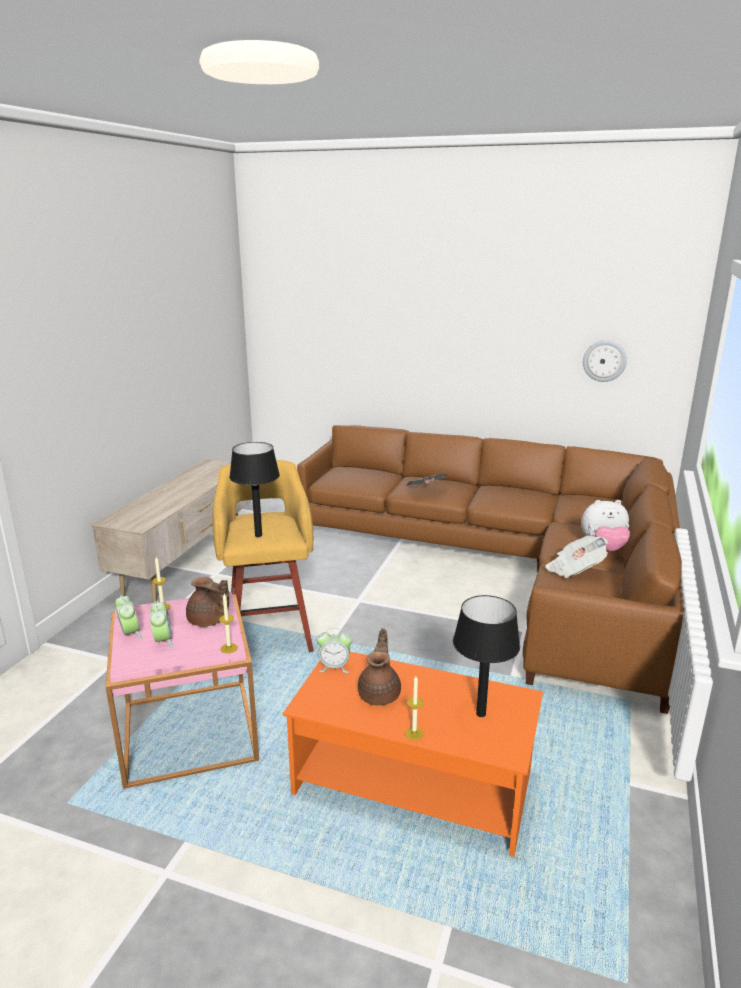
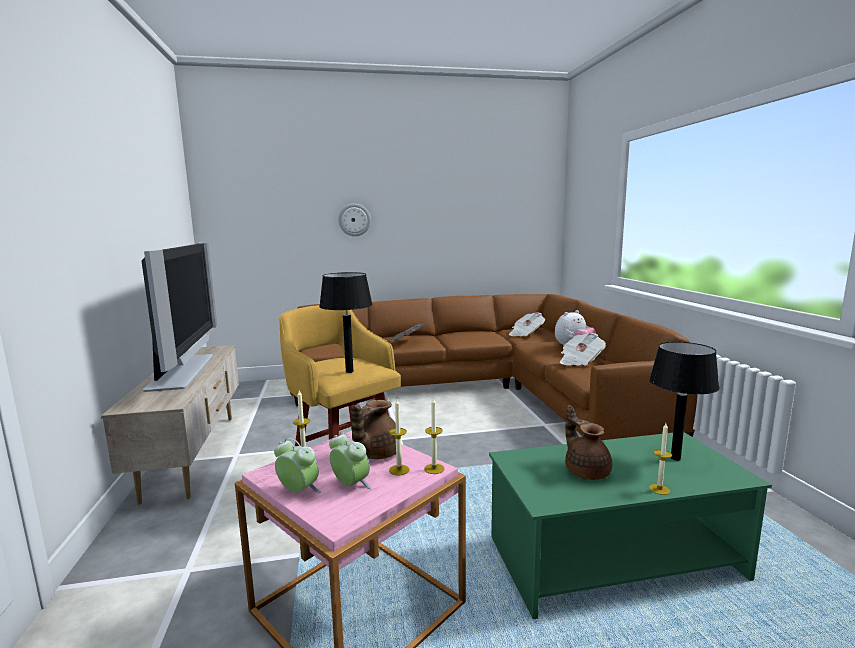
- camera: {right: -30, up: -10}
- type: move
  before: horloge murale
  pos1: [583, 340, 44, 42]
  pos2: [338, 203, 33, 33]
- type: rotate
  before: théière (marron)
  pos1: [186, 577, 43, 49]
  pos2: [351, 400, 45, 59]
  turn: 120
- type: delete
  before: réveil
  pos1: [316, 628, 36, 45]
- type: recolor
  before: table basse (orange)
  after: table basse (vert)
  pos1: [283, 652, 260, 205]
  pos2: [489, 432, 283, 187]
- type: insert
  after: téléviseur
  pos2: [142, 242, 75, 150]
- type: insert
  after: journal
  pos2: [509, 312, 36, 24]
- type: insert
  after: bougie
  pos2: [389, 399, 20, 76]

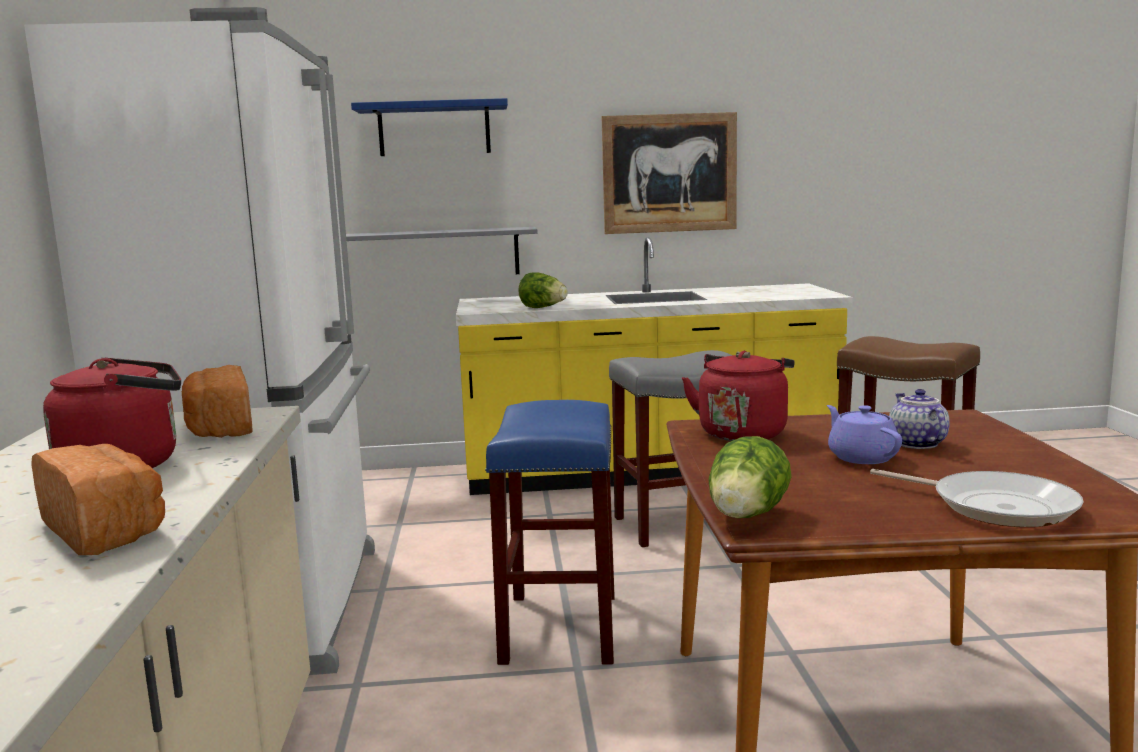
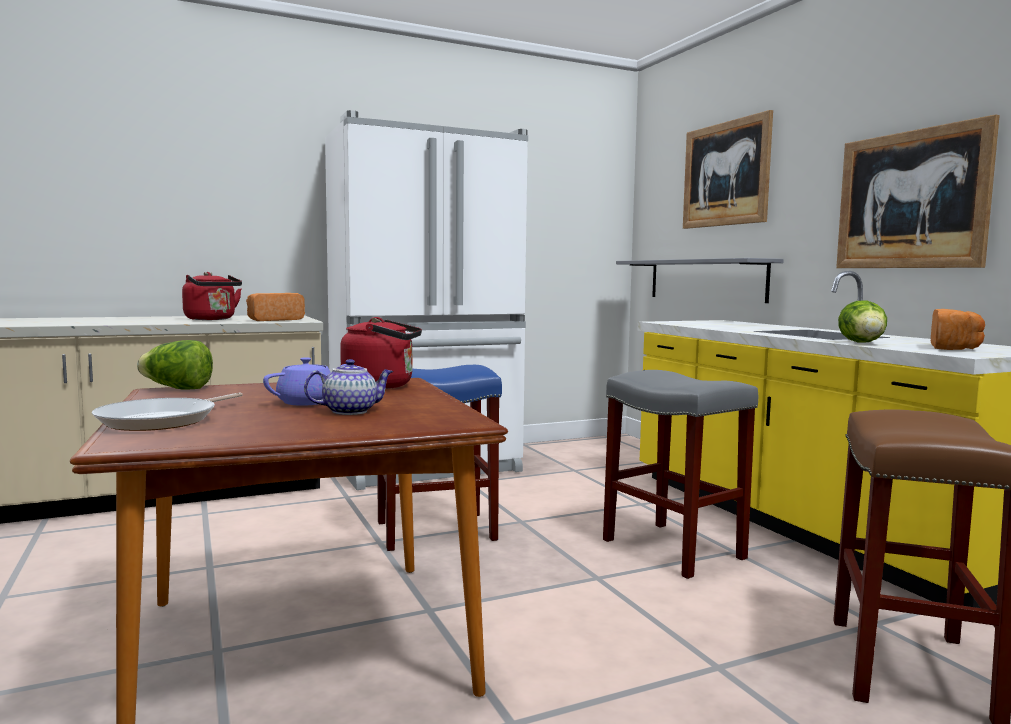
- camera: {right: 70, up: -5}
- type: replace
  before: étagère (bleu)
  after: tableau
  pos1: [351, 98, 157, 58]
  pos2: [683, 110, 90, 119]
- type: move
  before: laitue
  pos1: [518, 272, 50, 36]
  pos2: [838, 300, 49, 43]
- type: move
  before: pain
  pos1: [31, 444, 134, 111]
  pos2: [931, 309, 54, 41]

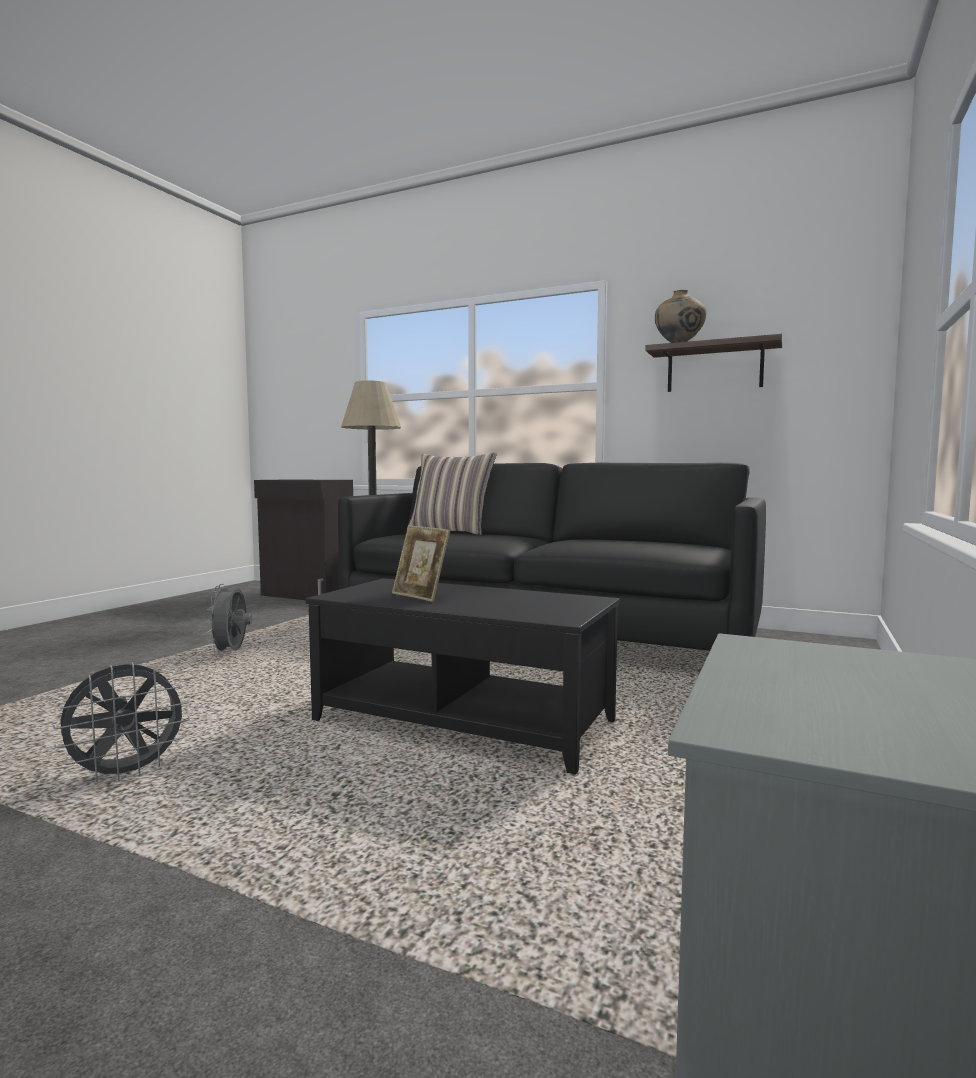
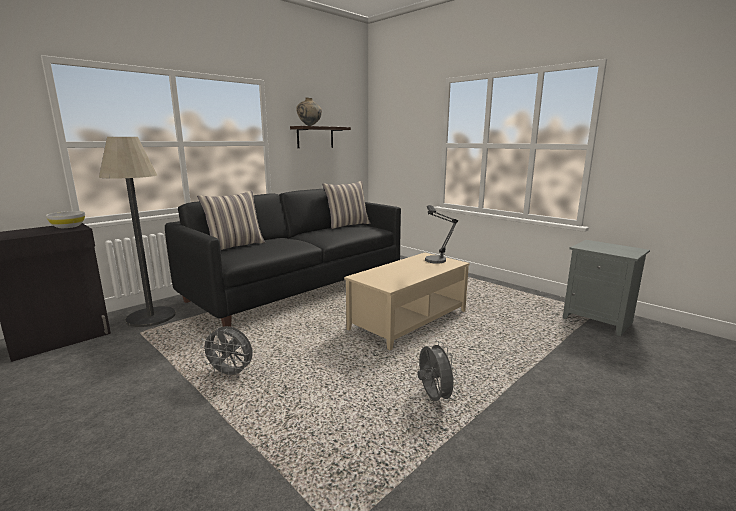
- camera: {right: -70, up: 10}
- type: delete
  before: cadre photo
  pos1: [392, 525, 58, 77]
- type: recolor
  before: table basse (noir)
  after: table basse (beige)
  pos1: [305, 578, 315, 196]
  pos2: [344, 253, 126, 97]
- type: insert
  after: coussin
  pos2: [322, 181, 49, 48]
- type: insert
  after: lampe de table
  pos2: [425, 205, 33, 59]
- type: insert
  after: bol (blanc)
  pos2: [46, 211, 39, 17]

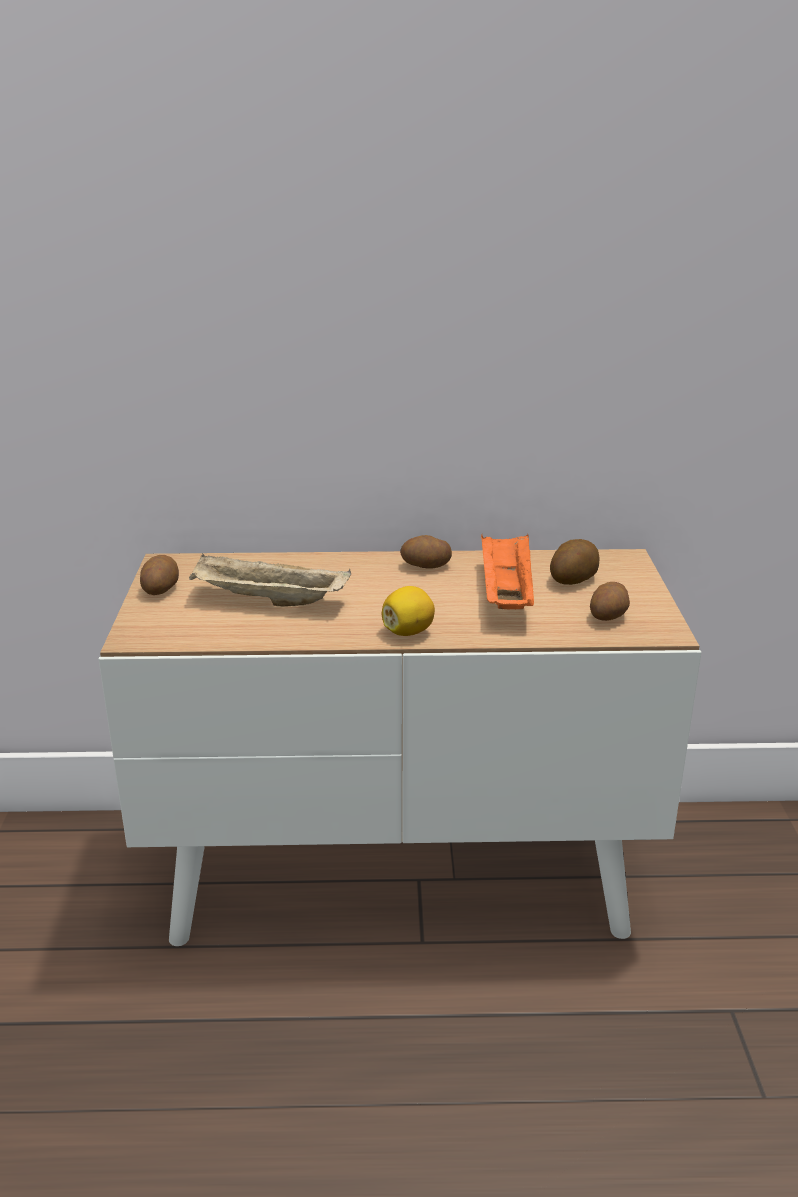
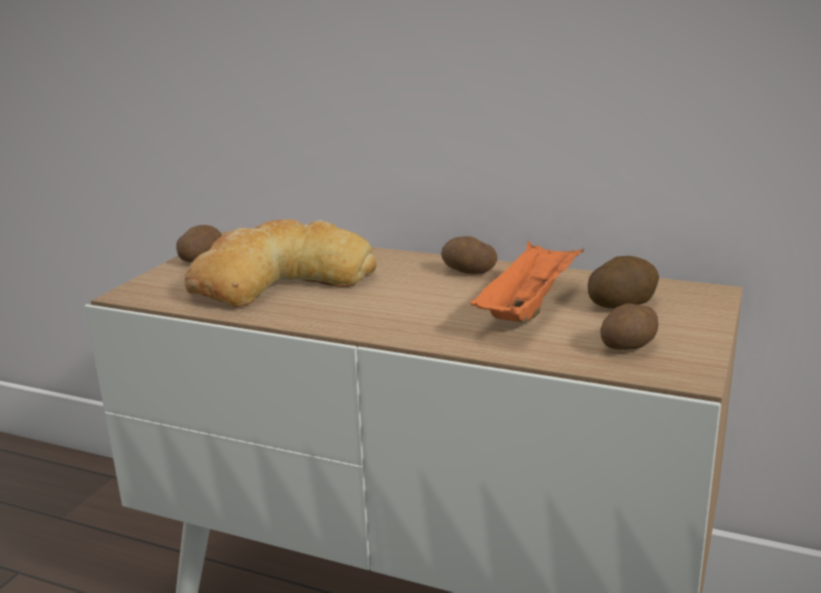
- camera: {right: 25, up: -5}
- type: replace
  before: plateau (beige)
  after: pain
  pos1: [189, 554, 162, 53]
  pos2: [185, 219, 192, 88]
- type: delete
  before: citron
  pos1: [382, 586, 53, 50]

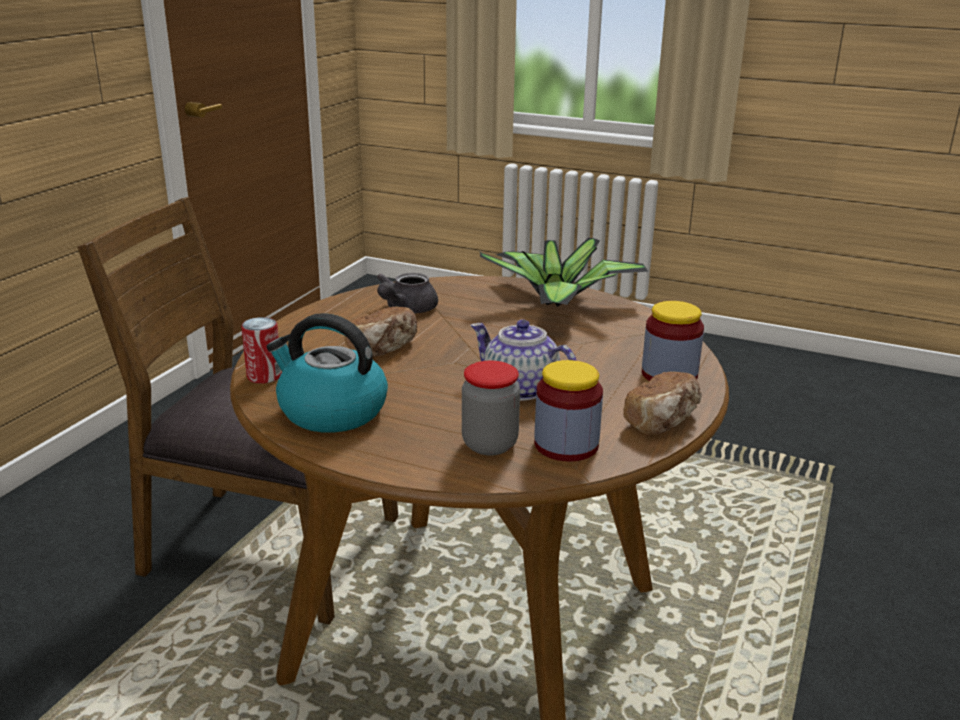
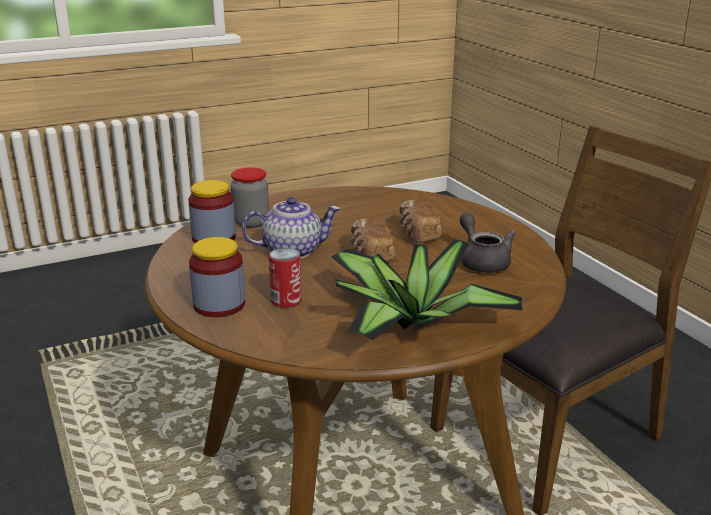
- camera: {right: 130, up: 0}
- type: delete
  before: bouilloire
  pos1: [267, 313, 121, 120]
- type: move
  before: boîte métallique
  pos1: [241, 317, 41, 67]
  pos2: [269, 248, 33, 60]
- type: move
  before: pain
  pos1: [623, 372, 79, 62]
  pos2: [351, 219, 44, 43]

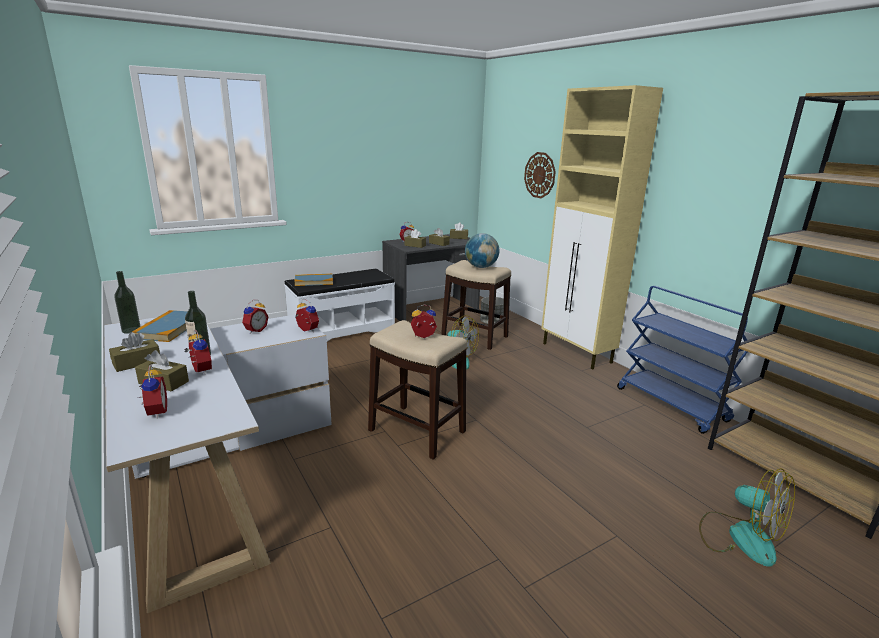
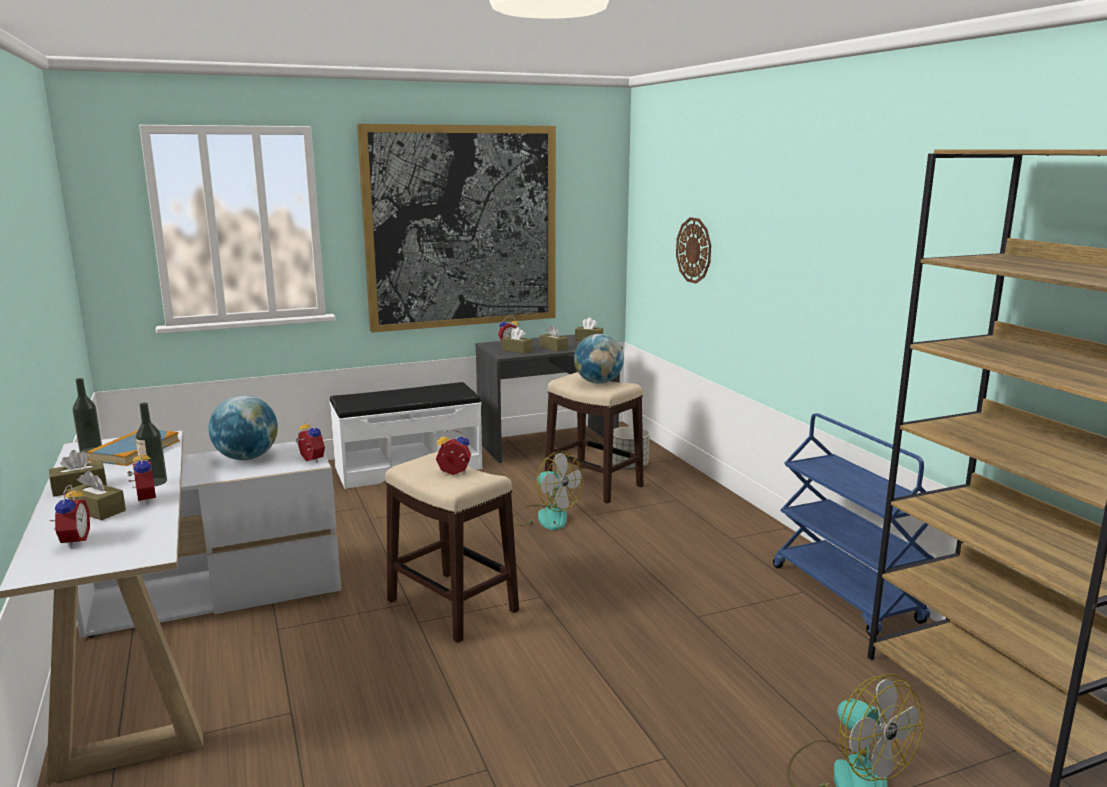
- camera: {right: 10, up: -5}
- type: delete
  before: meuble de rangement (beige)
  pos1: [541, 85, 122, 284]
- type: delete
  before: livre
  pos1: [294, 274, 39, 12]
- type: replace
  before: réveil
  after: globe
  pos1: [242, 300, 26, 34]
  pos2: [208, 395, 70, 65]
- type: insert
  after: tableau
  pos2: [357, 124, 199, 208]

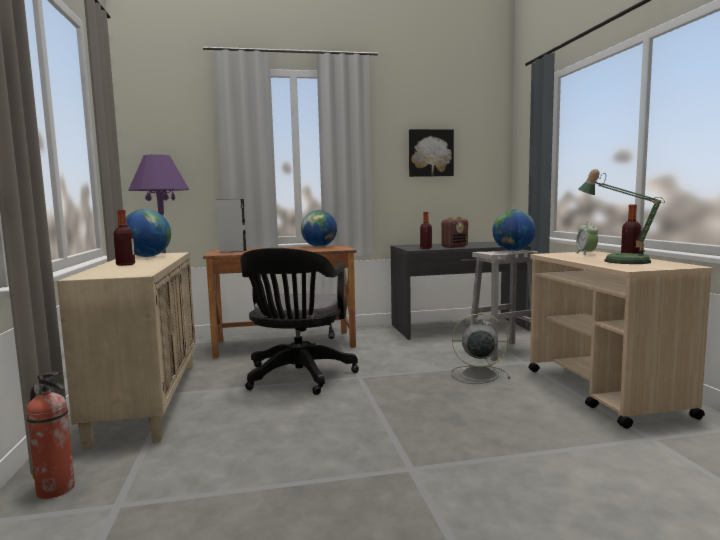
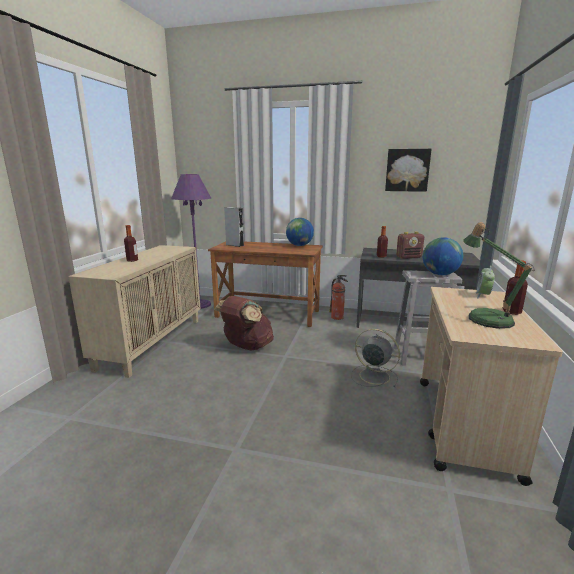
- camera: {right: 25, up: 10}
- type: delete
  before: globe
  pos1: [126, 209, 45, 48]
- type: replace
  before: chaise de bureau (noir)
  after: sac à dos (marron)
  pos1: [240, 248, 119, 147]
  pos2: [214, 296, 60, 54]
- type: move
  before: extincteur
  pos1: [26, 372, 49, 127]
  pos2: [329, 275, 19, 45]

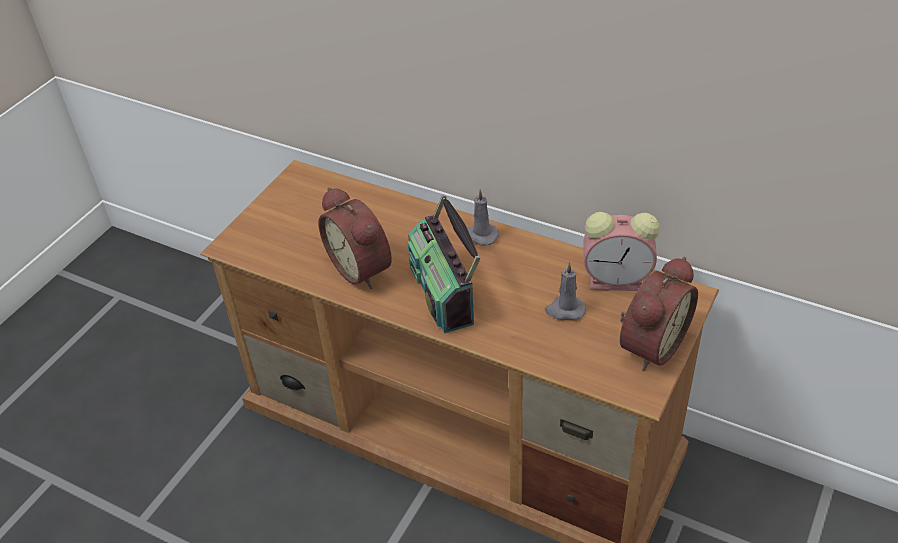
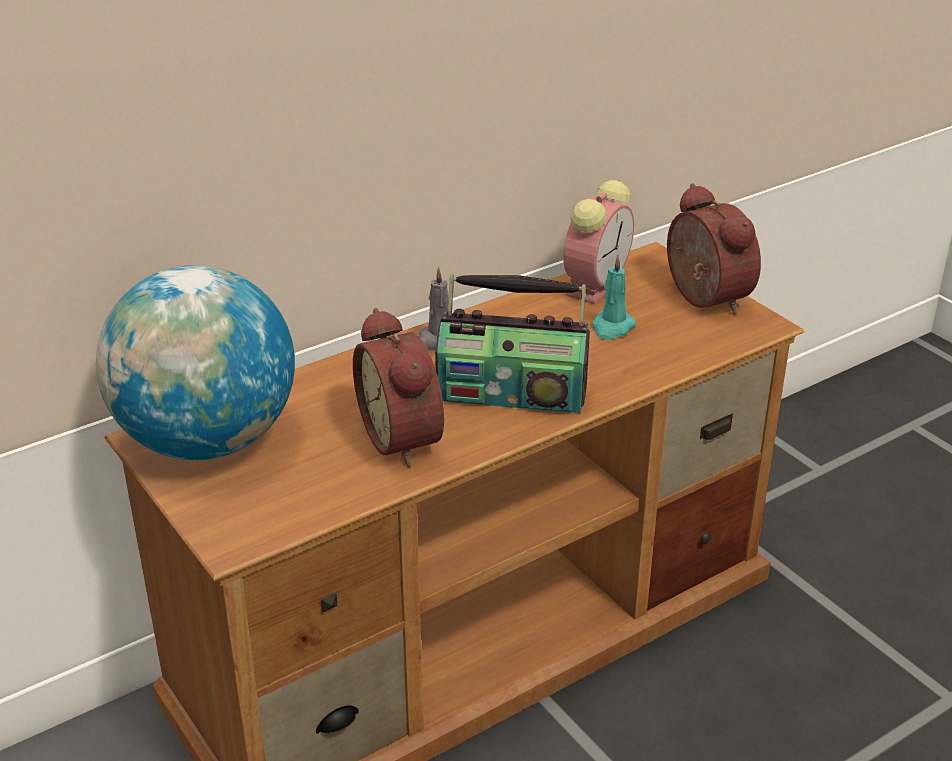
- camera: {right: -65, up: -10}
- type: rotate
  before: réveil
  pos1: [318, 187, 74, 102]
  pos2: [353, 308, 91, 159]
  turn: 75
- type: recolor
  before: bougie (gris)
  after: bougie (turquoise)
  pos1: [545, 262, 41, 58]
  pos2: [592, 255, 44, 85]
- type: insert
  after: globe
  pos2: [96, 265, 199, 195]

